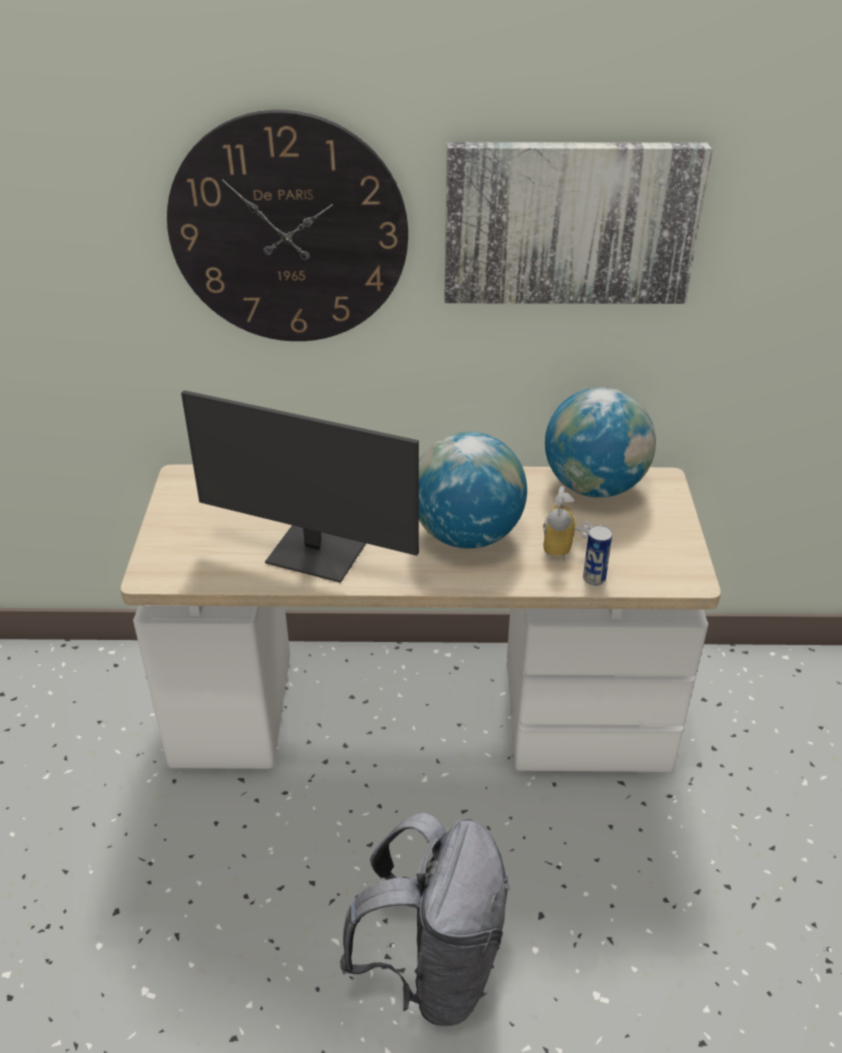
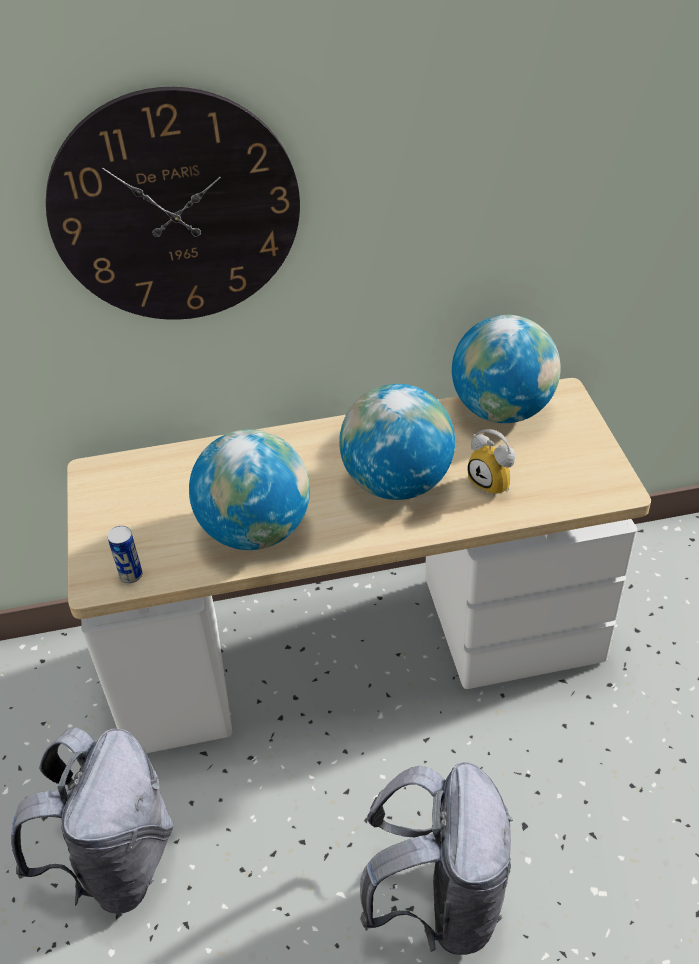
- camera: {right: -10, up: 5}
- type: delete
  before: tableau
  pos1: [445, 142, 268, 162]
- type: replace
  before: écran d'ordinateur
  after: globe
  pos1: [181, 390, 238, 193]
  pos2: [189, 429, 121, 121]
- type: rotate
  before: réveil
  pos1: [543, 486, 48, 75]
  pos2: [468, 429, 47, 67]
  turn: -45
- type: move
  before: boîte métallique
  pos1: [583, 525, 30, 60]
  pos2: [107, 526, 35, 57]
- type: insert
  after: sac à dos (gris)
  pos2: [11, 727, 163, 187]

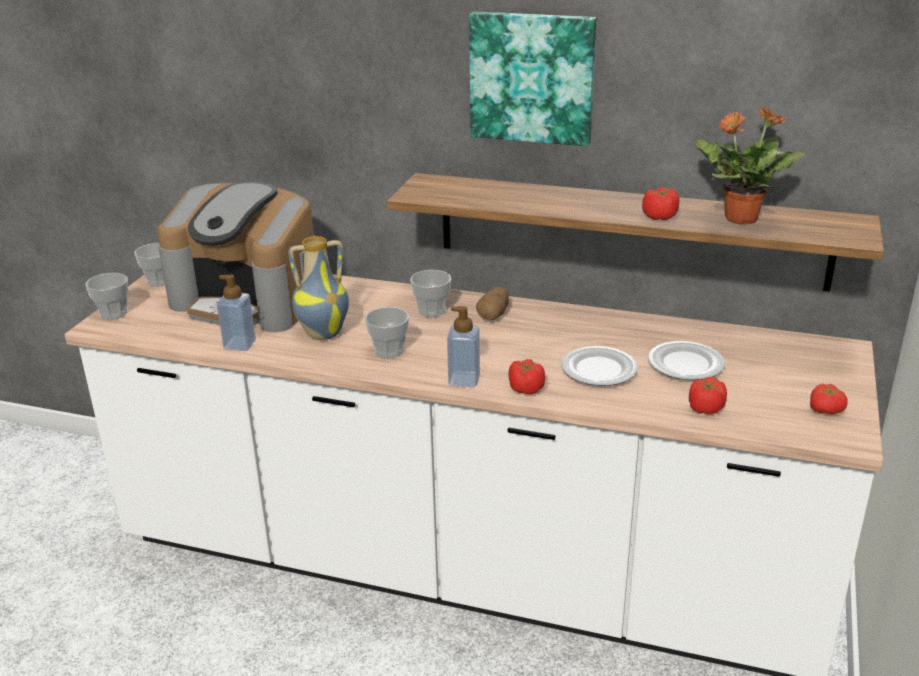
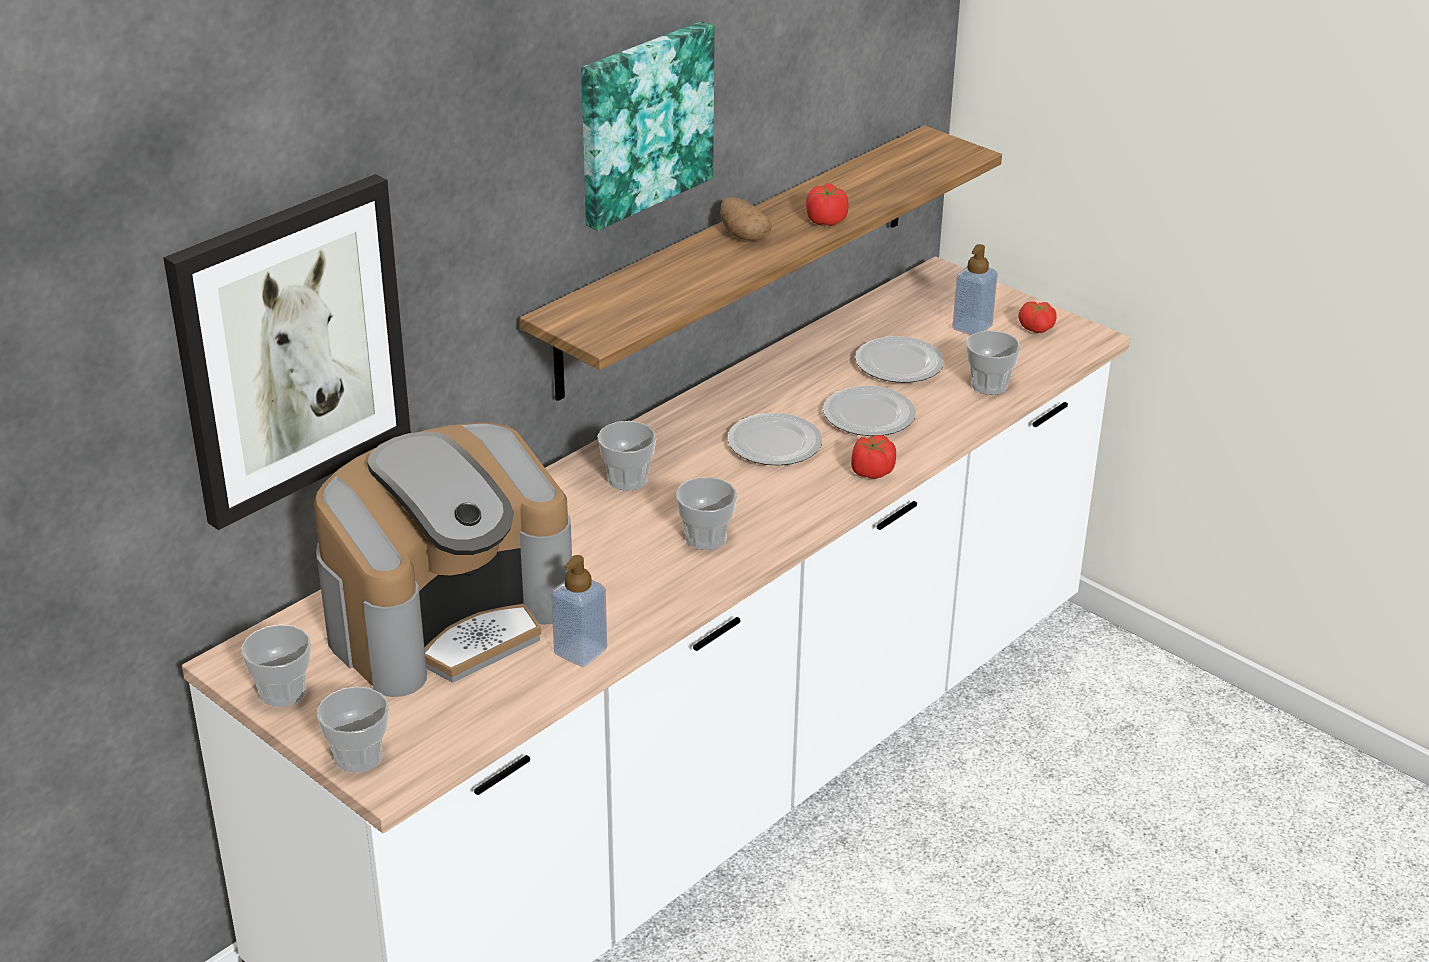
- camera: {right: -65, up: 5}
- type: delete
  before: plante en pot
  pos1: [696, 107, 109, 118]
- type: delete
  before: vase
  pos1: [288, 236, 61, 104]
- type: move
  before: pomme de terre
  pos1: [476, 287, 33, 33]
  pos2: [720, 197, 52, 44]
- type: move
  before: distributeur de savon
  pos1: [447, 306, 33, 81]
  pos2: [952, 244, 46, 91]
- type: replace
  before: tomate
  after: tasse
  pos1: [689, 377, 38, 37]
  pos2: [966, 331, 55, 64]
- type: insert
  after: tableau
  pos2: [163, 174, 248, 356]
- type: insert
  after: assiette
  pos2: [728, 413, 94, 53]

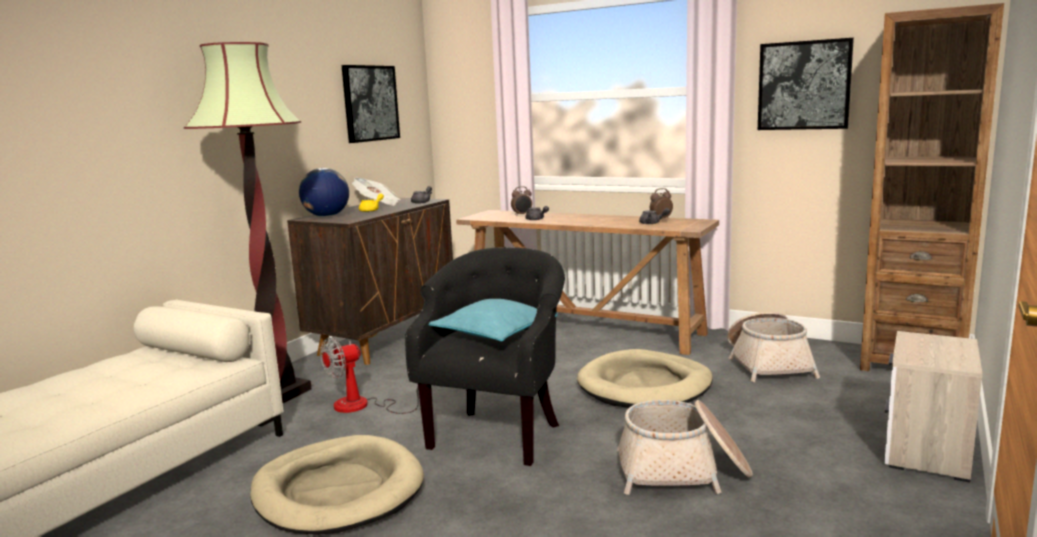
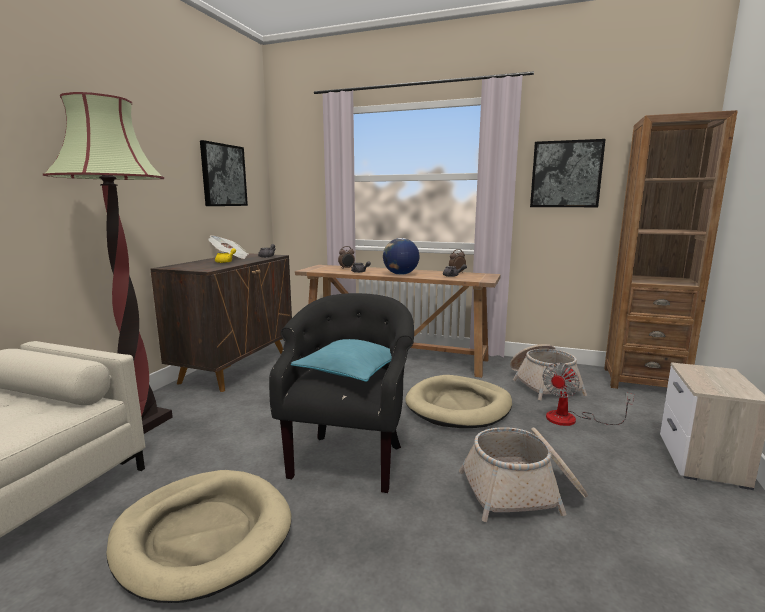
- camera: {right: -10, up: 0}
- type: move
  before: globe
  pos1: [299, 168, 50, 49]
  pos2: [383, 238, 36, 37]
- type: move
  before: ventilateur
  pos1: [320, 337, 99, 77]
  pos2: [543, 363, 91, 63]

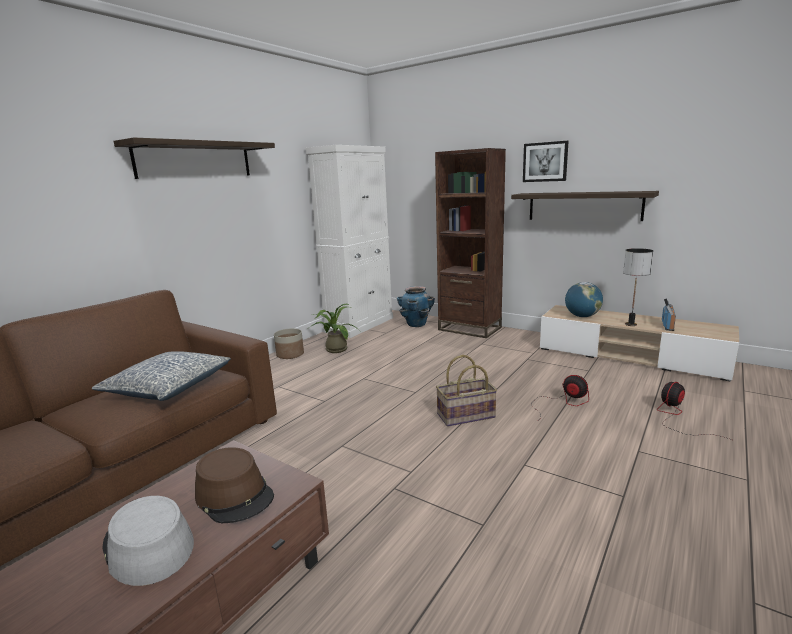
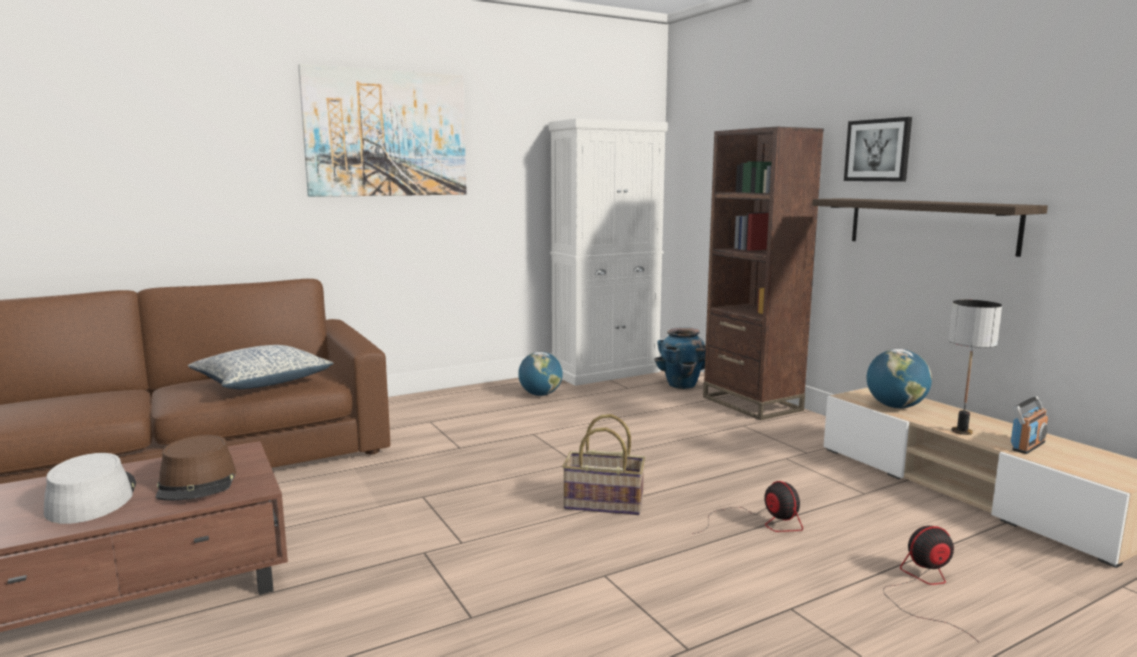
- camera: {right: 25, up: -5}
- type: replace
  before: étagère
  after: tableau
  pos1: [113, 137, 162, 42]
  pos2: [298, 64, 169, 133]
- type: replace
  before: plante en pot
  after: globe
  pos1: [309, 304, 51, 49]
  pos2: [518, 352, 45, 44]
- type: delete
  before: cache-pot
  pos1: [274, 328, 30, 31]

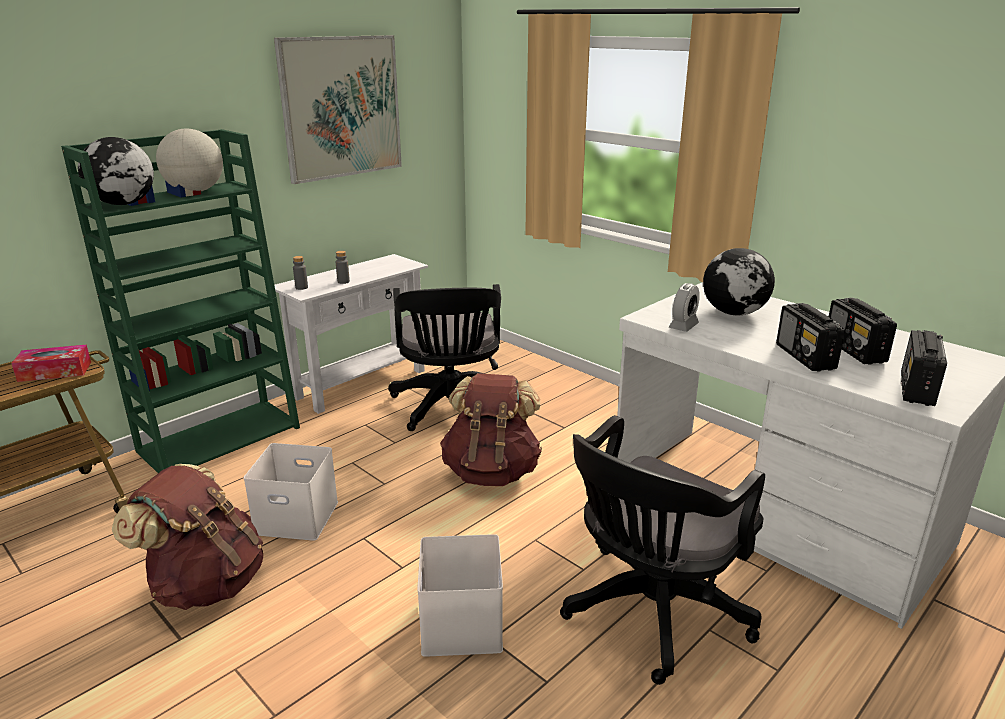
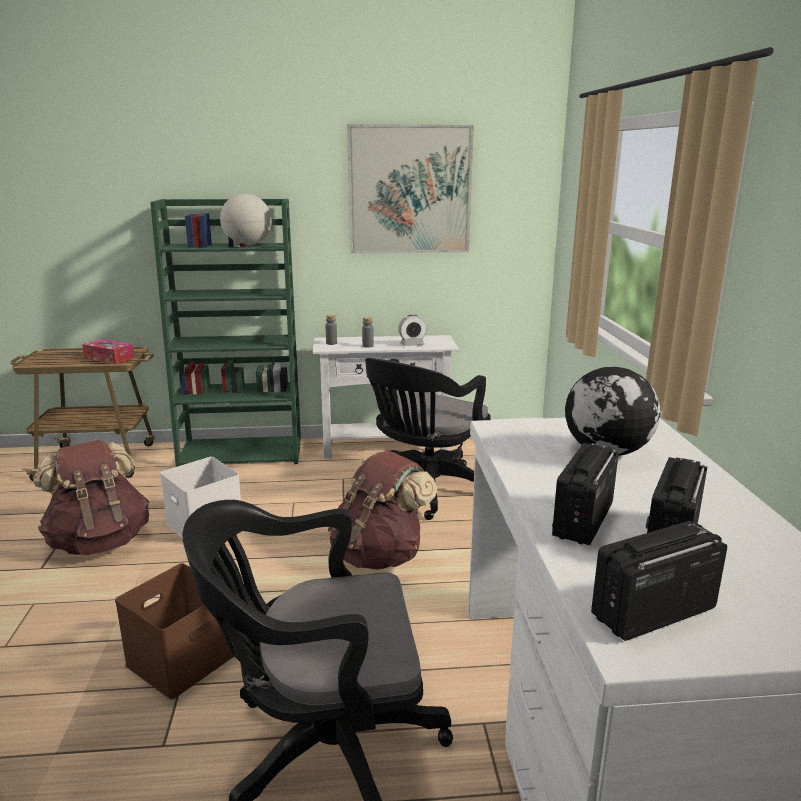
- camera: {right: 40, up: -5}
- type: delete
  before: globe
  pos1: [78, 137, 76, 68]
- type: move
  before: réveil
  pos1: [669, 283, 31, 49]
  pos2: [398, 315, 29, 31]
- type: recolor
  before: boîte de rangement (blanc)
  after: boîte de rangement (marron)
  pos1: [417, 534, 86, 123]
  pos2: [115, 563, 119, 136]

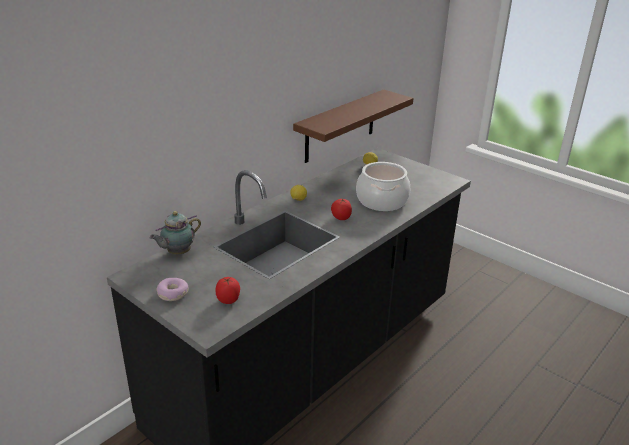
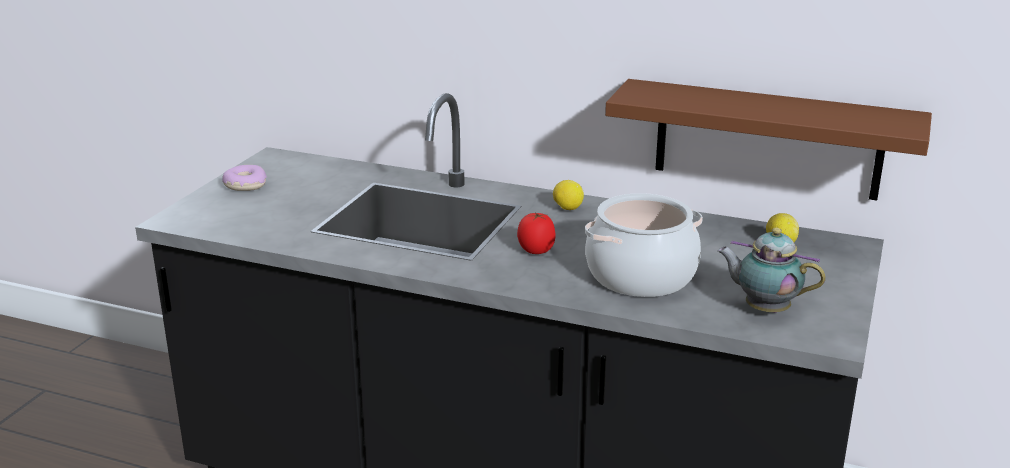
- camera: {right: 70, up: -5}
- type: move
  before: théière
  pos1: [150, 211, 51, 43]
  pos2: [717, 228, 109, 85]
- type: delete
  before: tomate
  pos1: [216, 277, 24, 27]

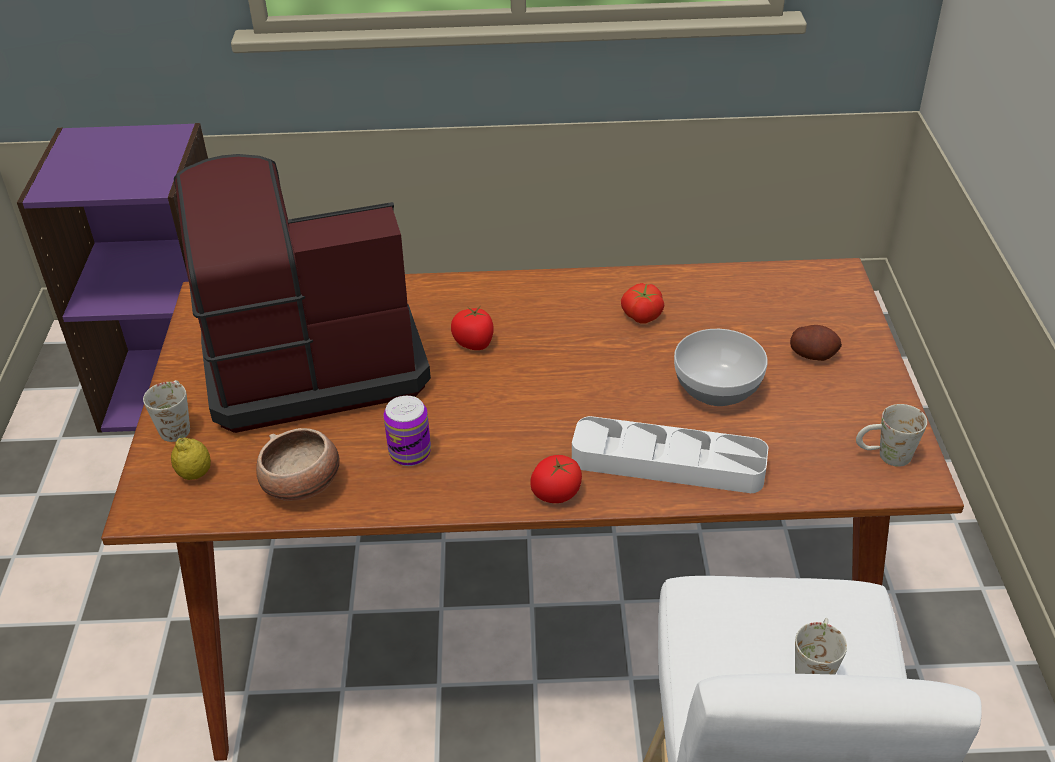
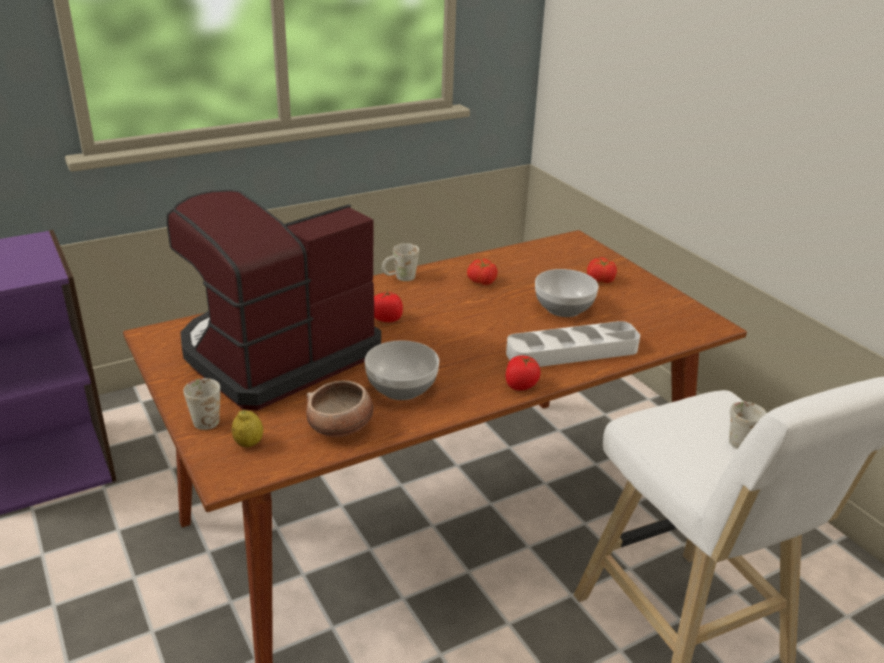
- camera: {right: -30, up: -10}
- type: replace
  before: pomme de terre
  after: tomate
  pos1: [790, 325, 52, 36]
  pos2: [587, 257, 30, 26]
- type: replace
  before: boîte métallique
  after: bol
  pos1: [384, 396, 47, 70]
  pos2: [364, 340, 75, 60]
- type: move
  before: mug (blanc)
  pos1: [856, 404, 71, 63]
  pos2: [382, 243, 37, 38]

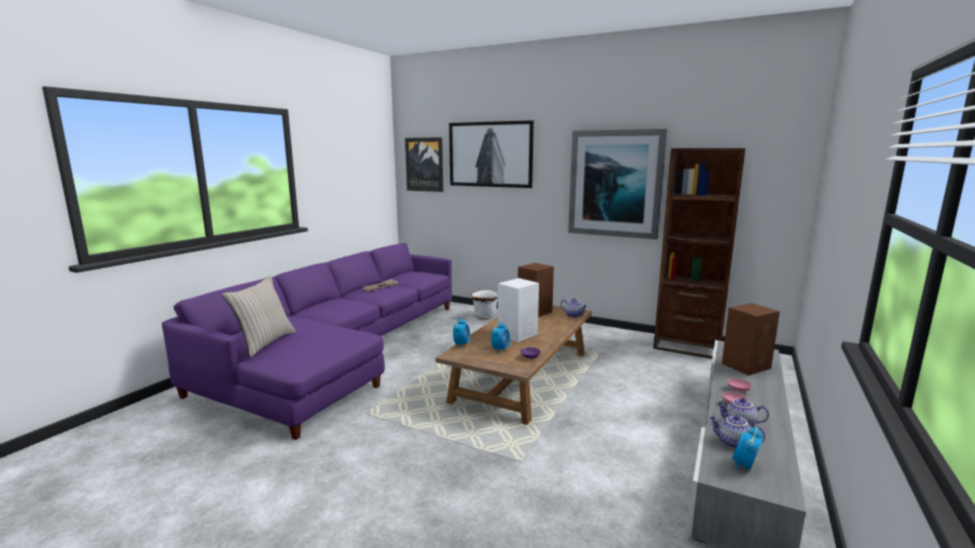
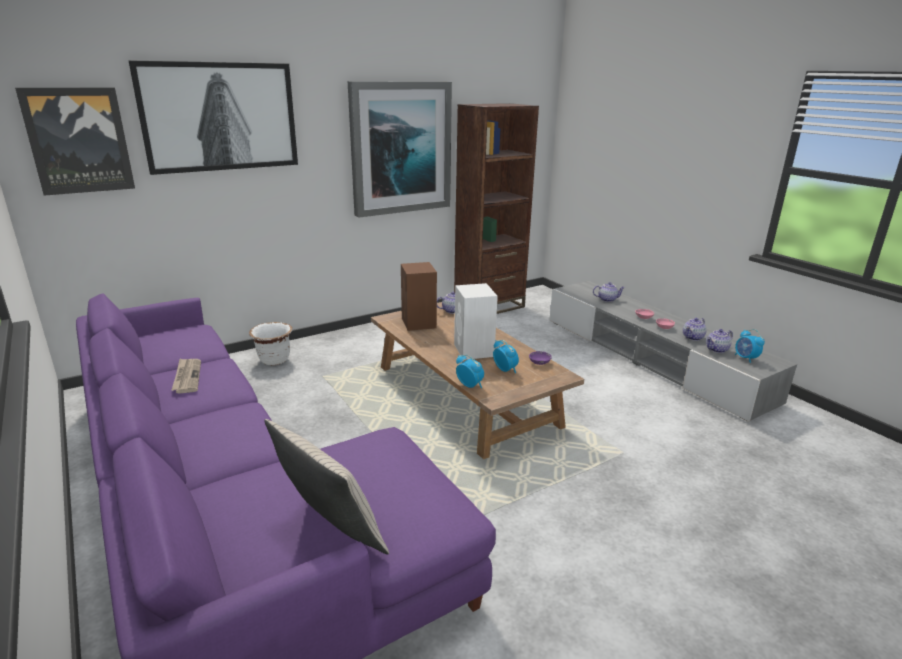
- camera: {right: -60, up: 10}
- type: replace
  before: enceinte (marron)
  after: théière
  pos1: [722, 303, 58, 72]
  pos2: [593, 282, 32, 20]

